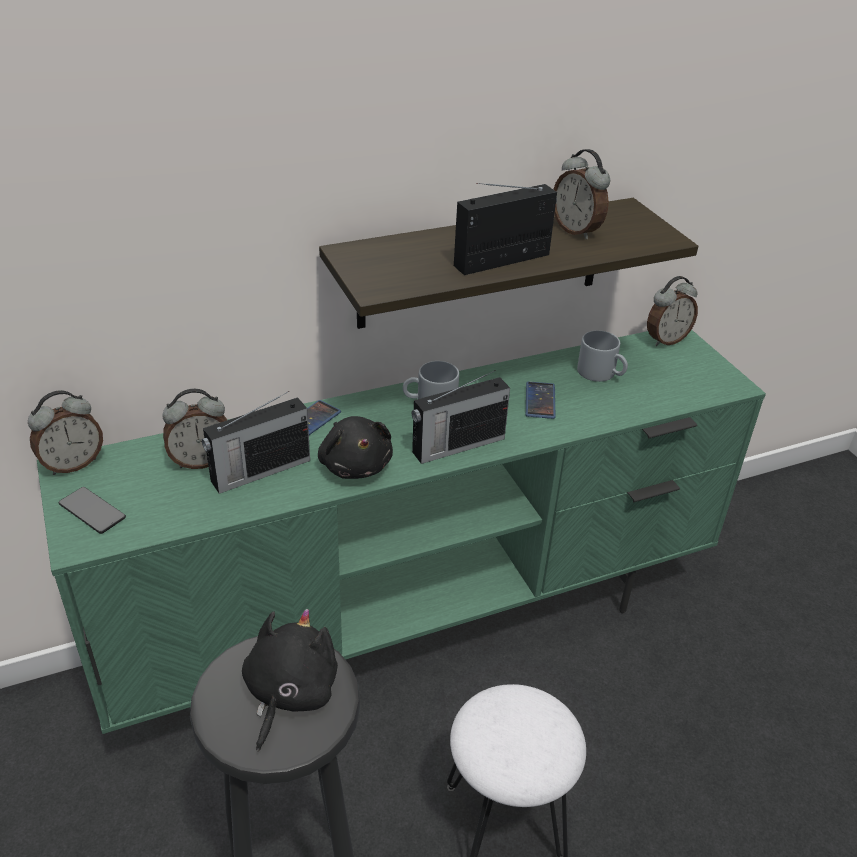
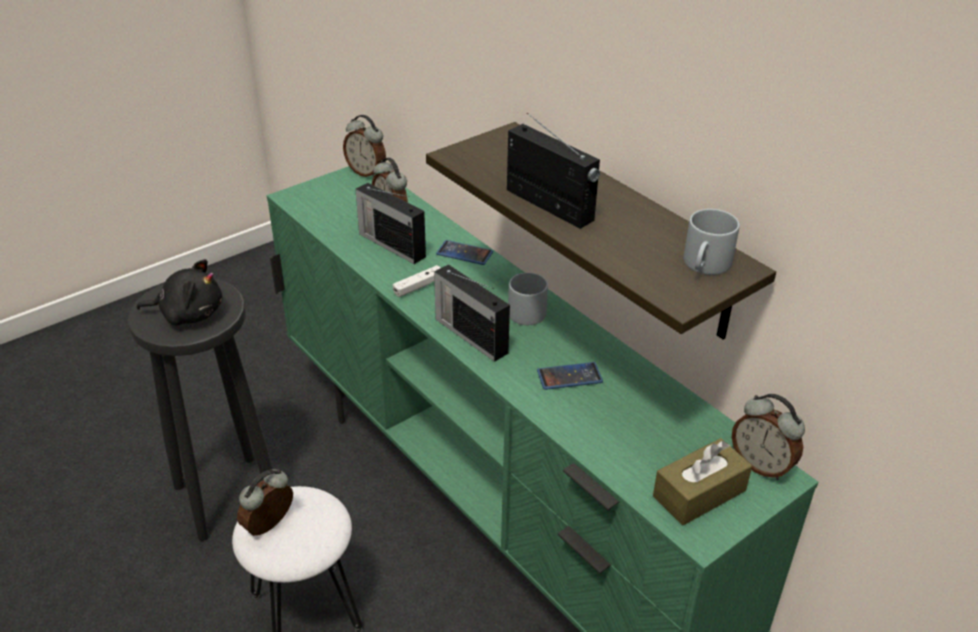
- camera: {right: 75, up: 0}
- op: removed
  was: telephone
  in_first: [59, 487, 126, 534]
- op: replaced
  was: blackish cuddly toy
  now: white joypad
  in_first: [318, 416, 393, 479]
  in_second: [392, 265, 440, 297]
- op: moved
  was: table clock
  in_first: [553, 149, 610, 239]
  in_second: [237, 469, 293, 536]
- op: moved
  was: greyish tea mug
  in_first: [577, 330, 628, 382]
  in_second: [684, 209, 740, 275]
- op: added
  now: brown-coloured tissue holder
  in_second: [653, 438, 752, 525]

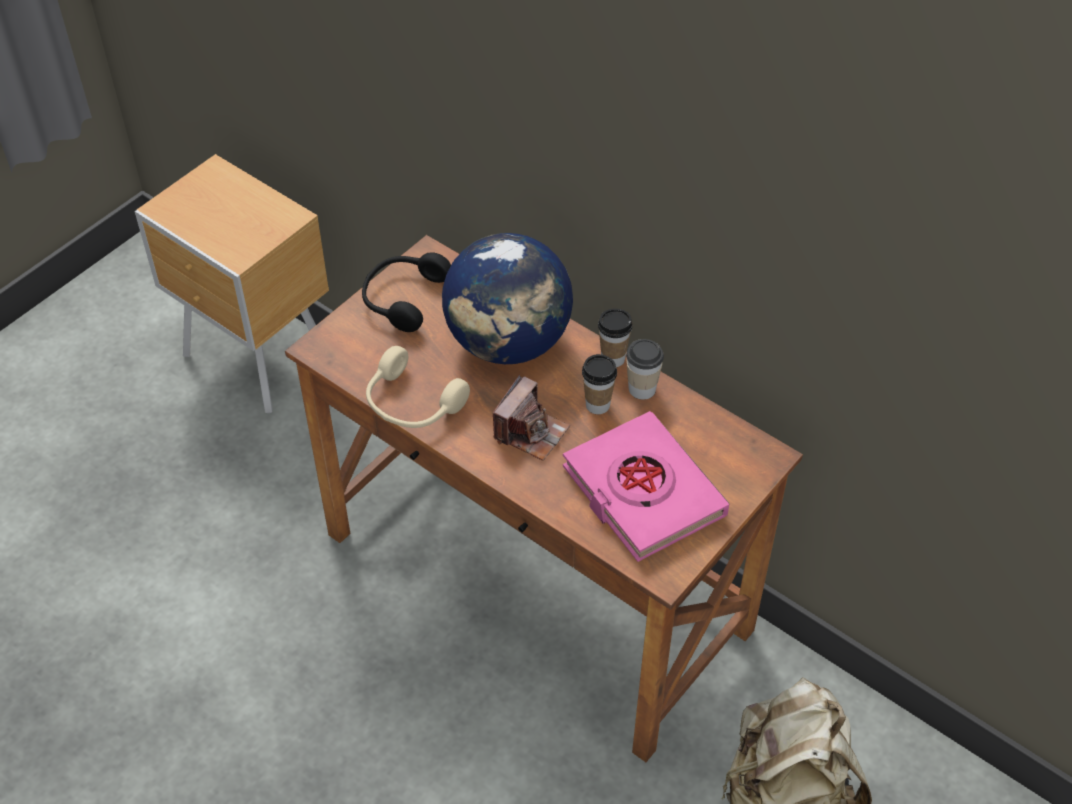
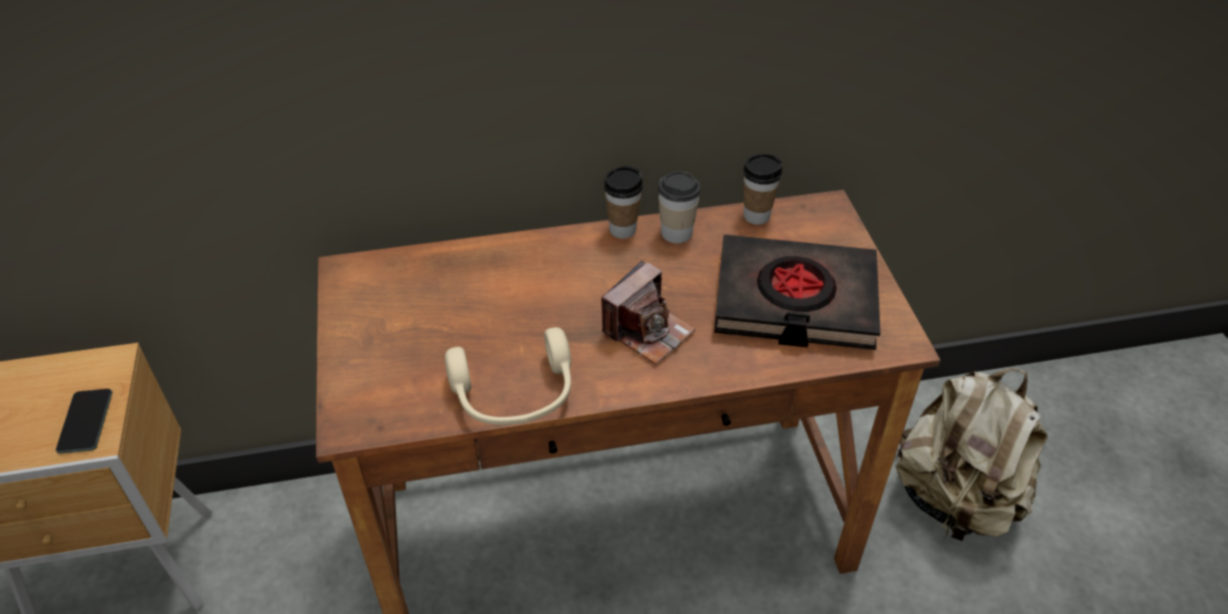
- camera: {right: -50, up: -5}
- op: removed
  was: blackish headset
  in_first: [362, 252, 451, 332]
- op: removed
  was: globe
  in_first: [442, 233, 573, 364]
- op: turned
  was: photo camera
  in_first: [493, 375, 570, 461]
  in_second: [601, 260, 696, 365]
  clockwise: 60
- op: recoloured
  was: pink book
  now: blackish book
  in_first: [563, 411, 730, 562]
  in_second: [714, 235, 881, 350]
- op: moved
  was: small cup
  in_first: [582, 354, 617, 414]
  in_second: [743, 154, 782, 225]
- op: added
  now: telephone
  in_second: [56, 389, 112, 454]

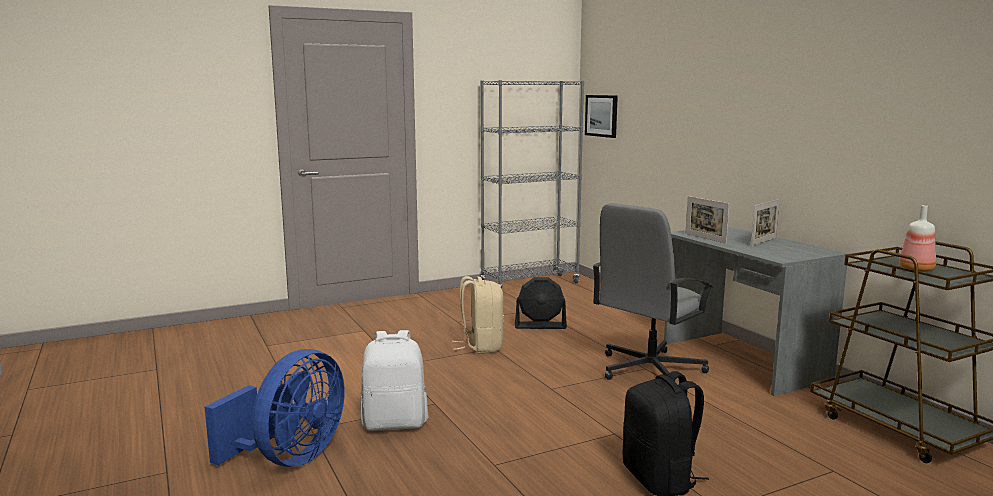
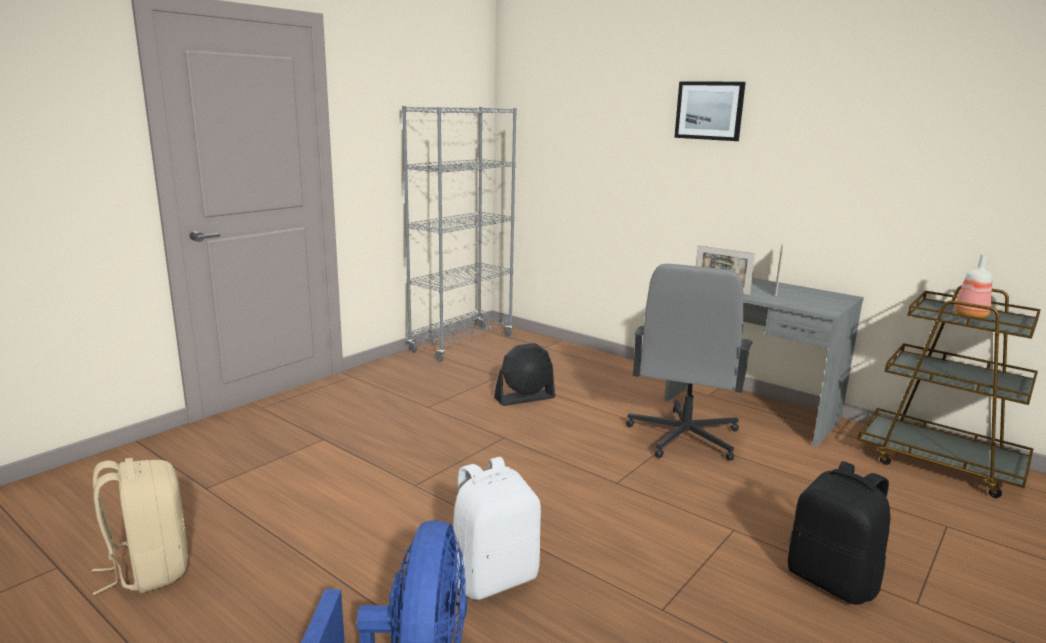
- camera: {right: -25, up: 5}
- op: moved
  was: beige backpack
  in_first: [452, 276, 504, 354]
  in_second: [92, 458, 188, 595]
- op: moved
  was: picture
  in_first: [585, 95, 618, 138]
  in_second: [674, 81, 746, 141]

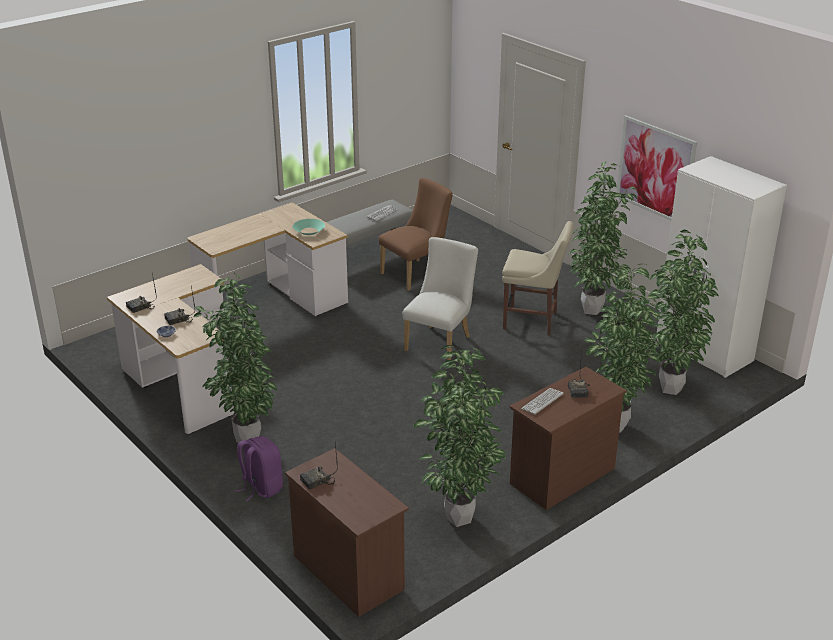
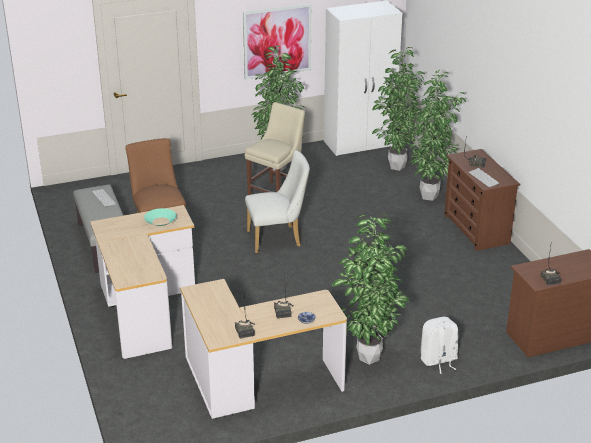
- camera: {right: -70, up: 0}
- op: recoloured
  was: purple backpack
  now: white backpack
  in_first: [236, 436, 283, 502]
  in_second: [421, 317, 458, 374]
- op: turned
  was: white plain chair
  in_first: [403, 237, 478, 360]
  in_second: [245, 150, 310, 253]
  clockwise: 120
- op: removed
  was: houseplant
  in_first: [413, 345, 506, 527]

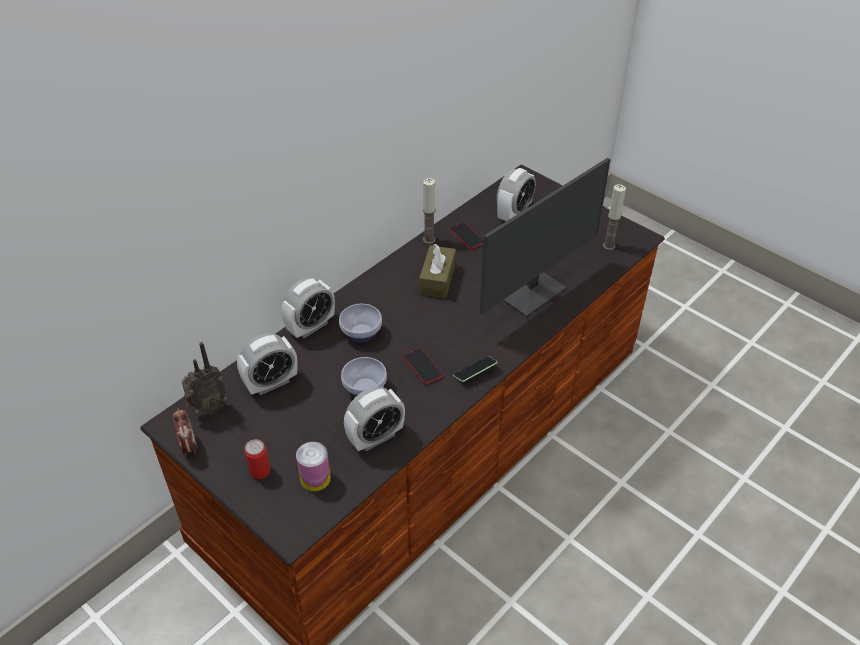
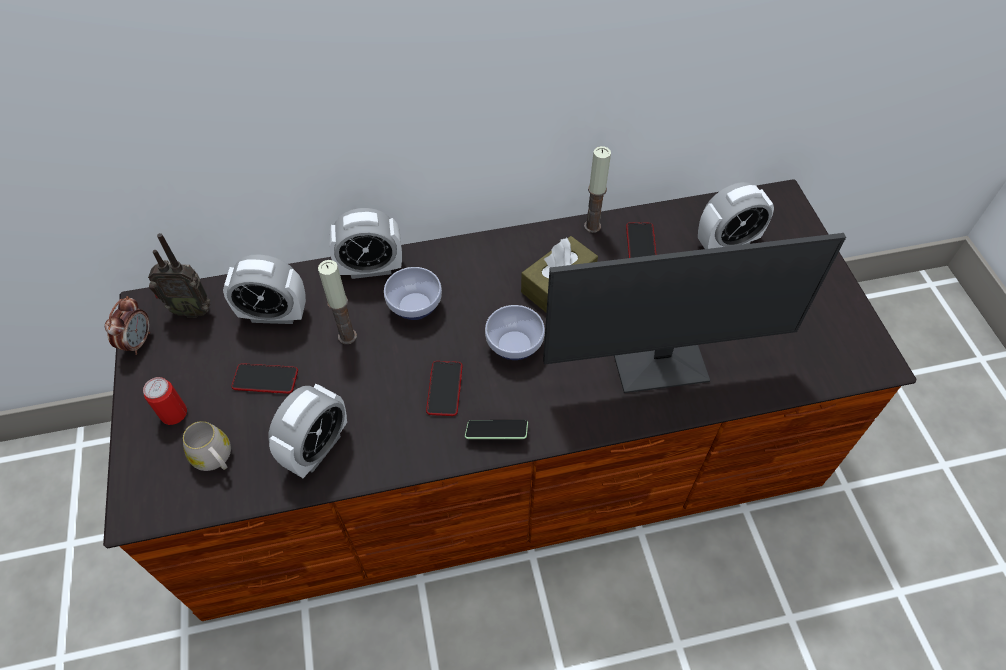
- camera: {right: 35, up: 10}
- op: replaced
  was: metal can
  now: white tea mug
  in_first: [296, 442, 331, 491]
  in_second: [183, 421, 231, 471]
- op: moved
  was: bowl
  in_first: [341, 357, 387, 396]
  in_second: [485, 305, 545, 360]
- op: turned
  was: table clock
  in_first: [344, 386, 405, 451]
  in_second: [268, 384, 347, 478]
  clockwise: -60
- op: moved
  was: wax light
  in_first: [603, 184, 626, 250]
  in_second: [318, 260, 357, 344]
- op: added
  now: telephone
  in_second: [231, 363, 298, 394]

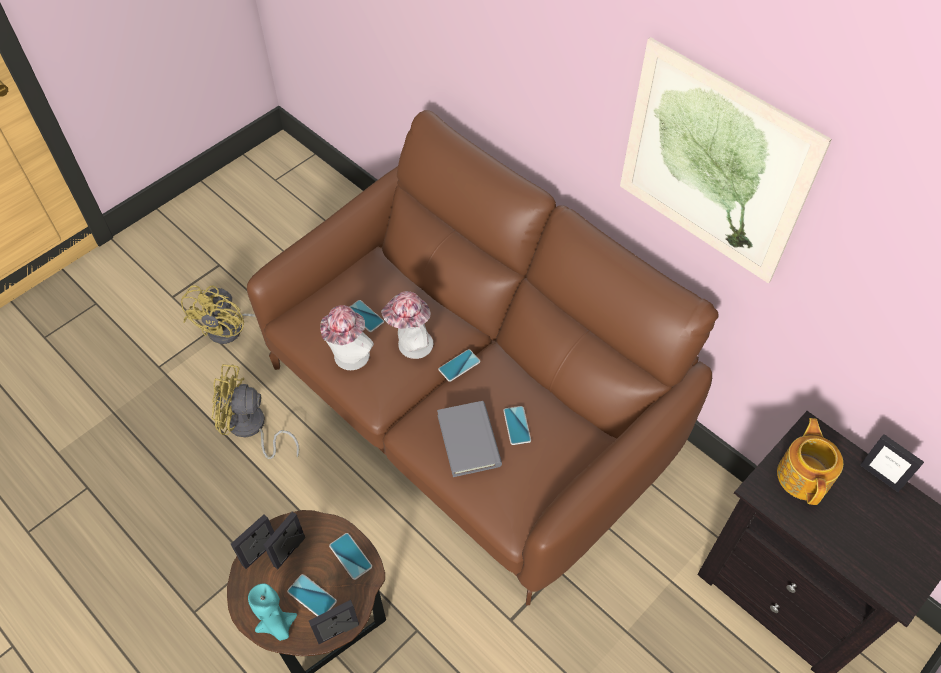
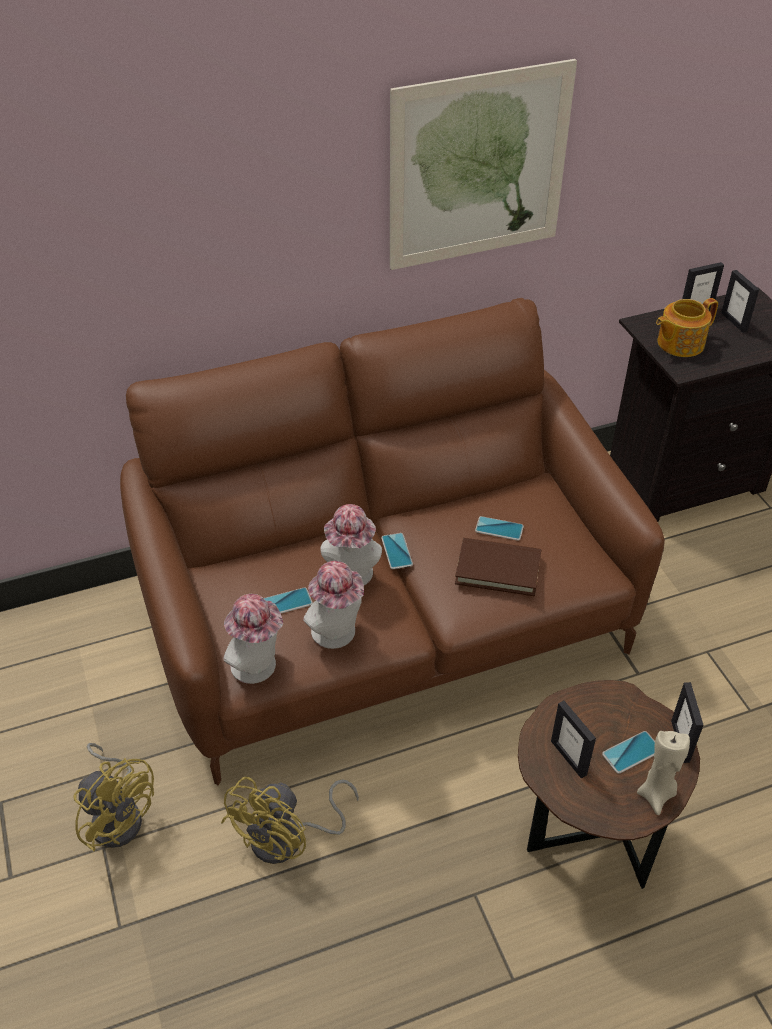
- camera: {right: -65, up: -10}
- op: moved
  was: photo frame
  in_first: [231, 514, 274, 569]
  in_second: [721, 270, 759, 333]
- op: recoloured
  was: turquoise-coloured wax light
  now: beige wax light
  in_first: [248, 583, 297, 641]
  in_second: [637, 731, 690, 815]
- op: removed
  was: telephone
  in_first: [329, 533, 372, 580]
- op: recoloured
  was: greyish book
  now: brown-coloured book
  in_first: [437, 401, 502, 477]
  in_second: [455, 538, 541, 596]
- op: turned
  was: teapot
  in_first: [777, 418, 843, 505]
  in_second: [656, 298, 718, 357]
  clockwise: -60
- op: added
  now: clothing hat
  in_second: [223, 594, 283, 684]

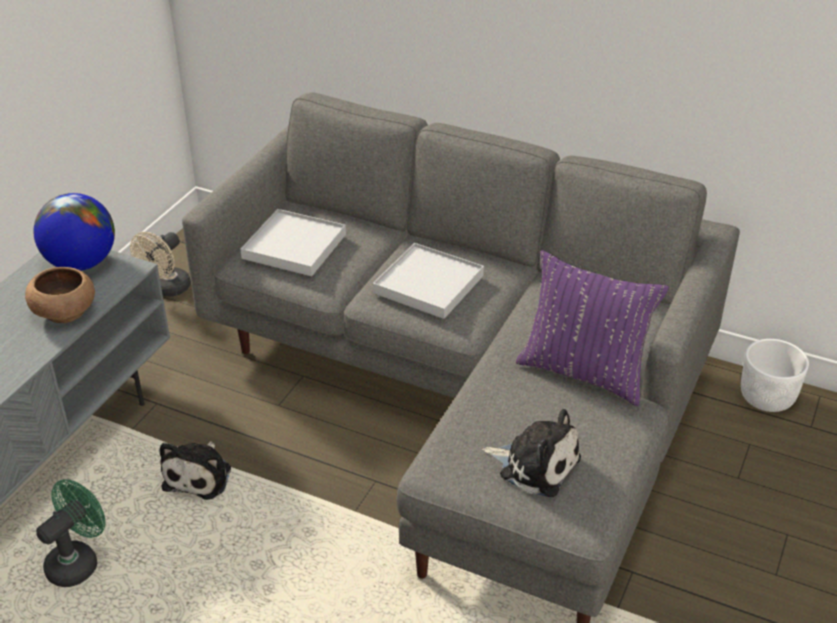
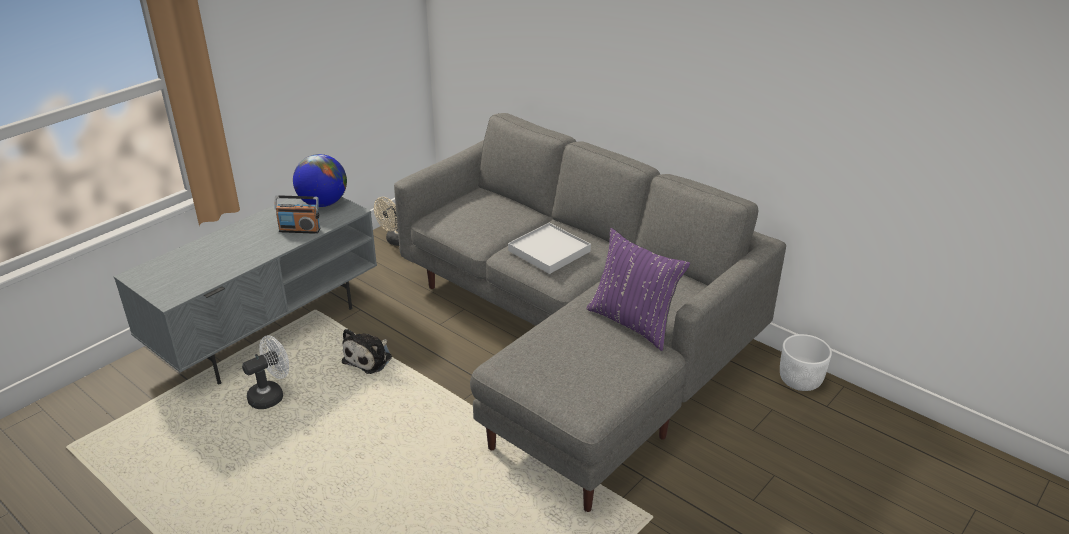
- camera: {right: 15, up: -5}
- op: replaced
  was: brown-coloured bowl
  now: radio receiver
  in_first: [25, 267, 95, 323]
  in_second: [274, 195, 321, 234]
- op: recoloured
  was: green fan
  now: white fan
  in_first: [36, 479, 106, 587]
  in_second: [242, 335, 289, 409]
- op: removed
  was: white tray
  in_first: [241, 209, 346, 276]
- op: removed
  was: cuddly toy
  in_first: [482, 409, 581, 497]

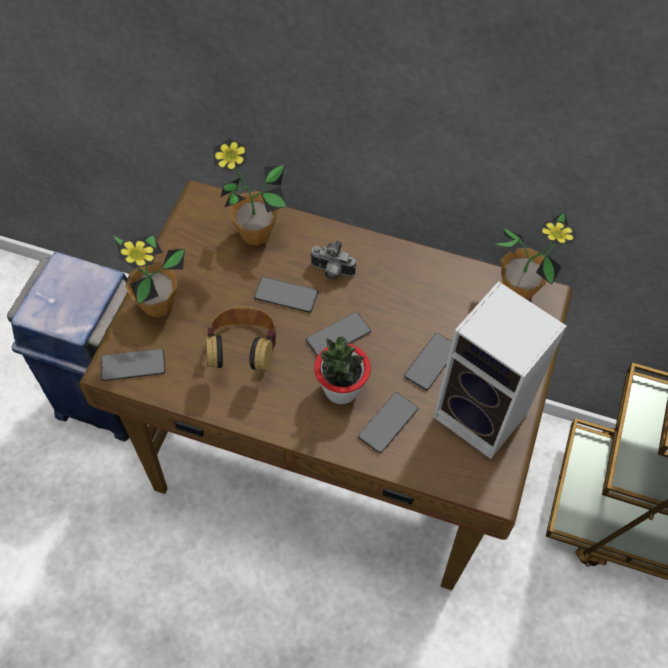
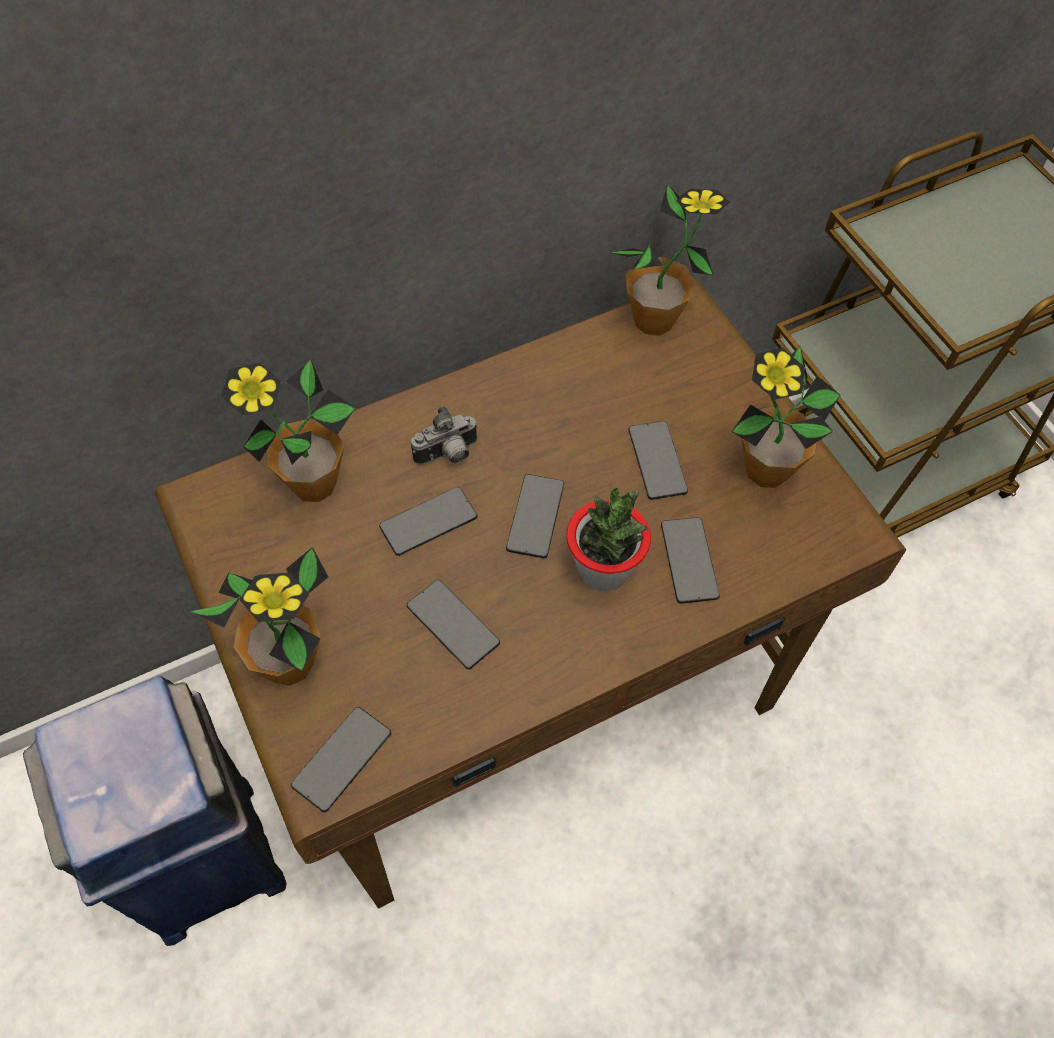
- camera: {right: -45, up: 0}
- op: replaced
  was: headset
  now: telephone
  in_first: [206, 306, 277, 370]
  in_second: [407, 580, 500, 669]
- op: replaced
  was: speaker
  now: houseplant
  in_first: [433, 281, 566, 459]
  in_second: [732, 346, 841, 488]

